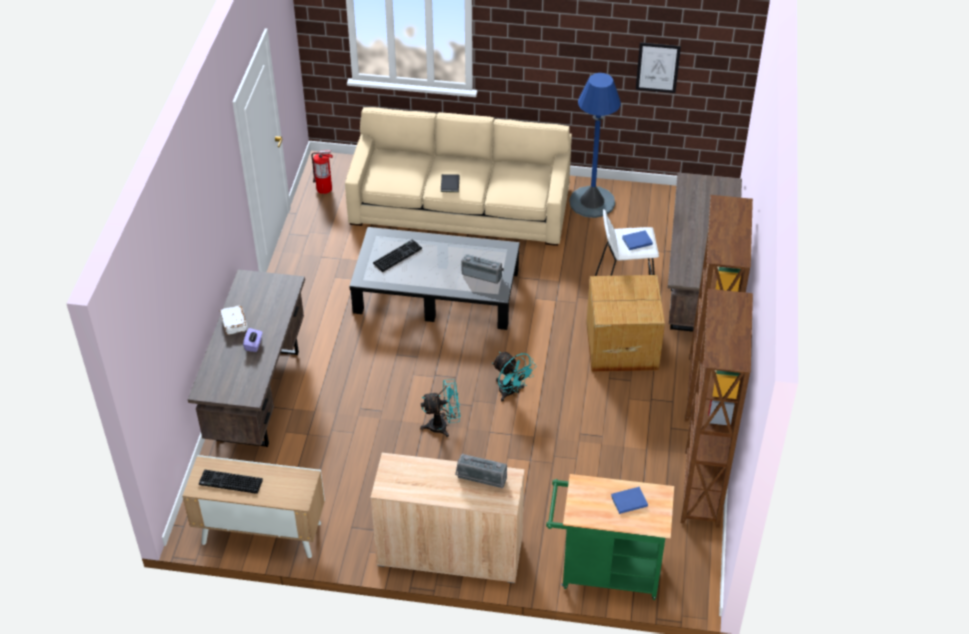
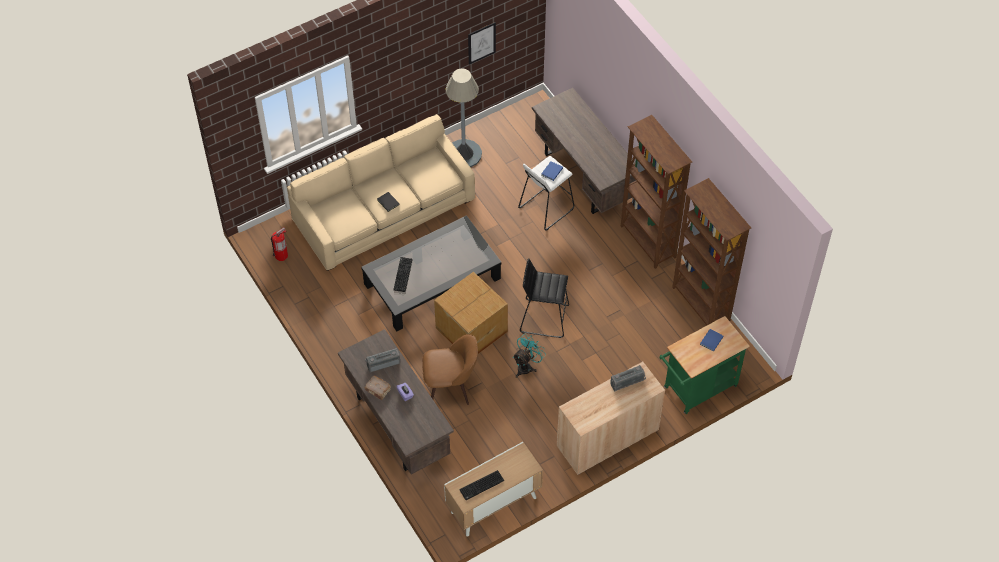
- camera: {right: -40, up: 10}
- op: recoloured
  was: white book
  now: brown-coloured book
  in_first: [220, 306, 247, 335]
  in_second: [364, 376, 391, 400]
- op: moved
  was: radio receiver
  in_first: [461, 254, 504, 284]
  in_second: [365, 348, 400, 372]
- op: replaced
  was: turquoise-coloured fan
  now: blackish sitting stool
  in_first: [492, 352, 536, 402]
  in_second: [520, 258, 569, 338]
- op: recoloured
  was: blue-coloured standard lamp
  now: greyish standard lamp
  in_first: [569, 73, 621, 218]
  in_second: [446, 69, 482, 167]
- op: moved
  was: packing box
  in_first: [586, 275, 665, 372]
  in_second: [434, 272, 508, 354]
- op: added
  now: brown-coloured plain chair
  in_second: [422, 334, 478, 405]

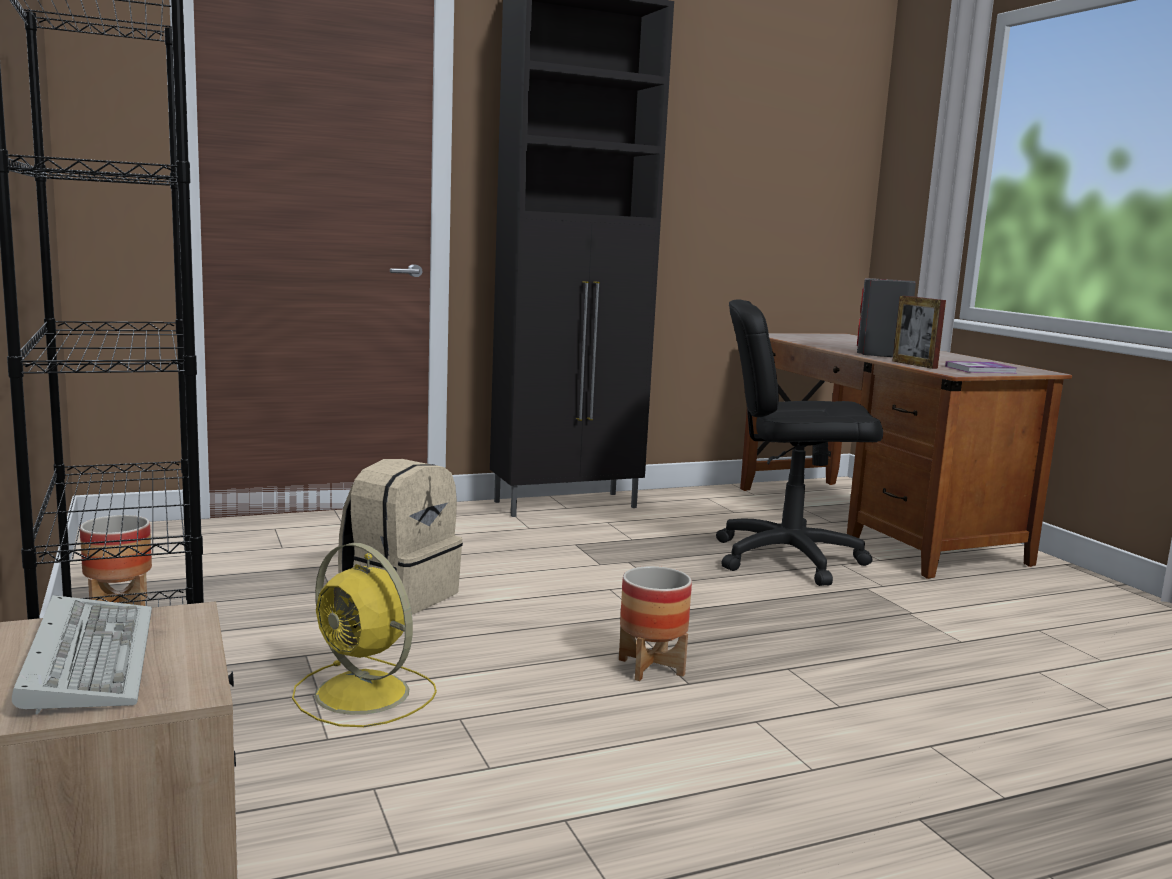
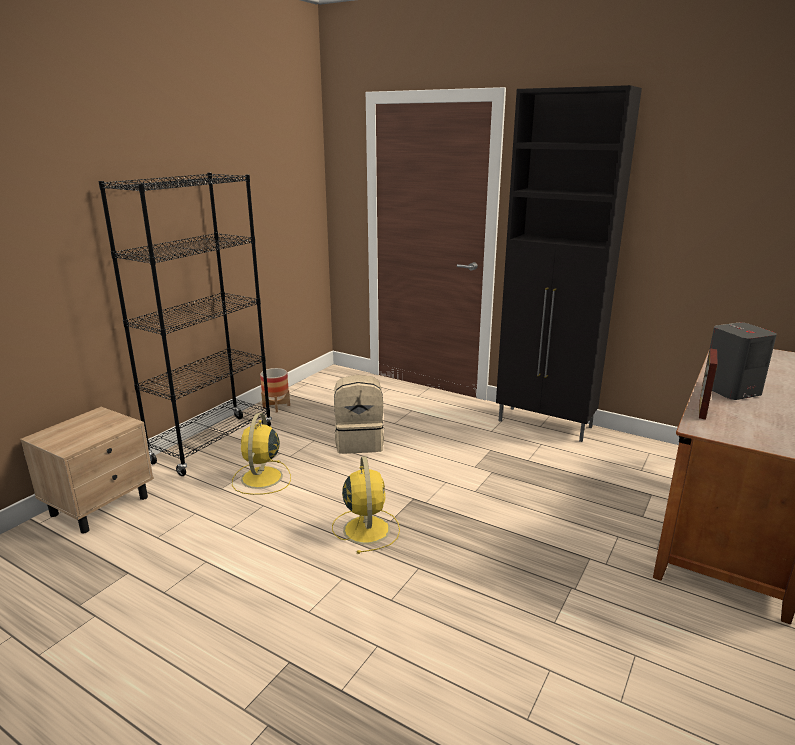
- camera: {right: 55, up: 10}
- op: removed
  was: keyboard
  in_first: [12, 595, 152, 715]
- op: replaced
  was: flower pot
  now: yellow fan
  in_first: [619, 566, 692, 681]
  in_second: [332, 456, 400, 554]
- op: removed
  was: blackish computer chair
  in_first: [716, 299, 883, 586]
- op: removed
  was: book
  in_first: [945, 361, 1017, 373]

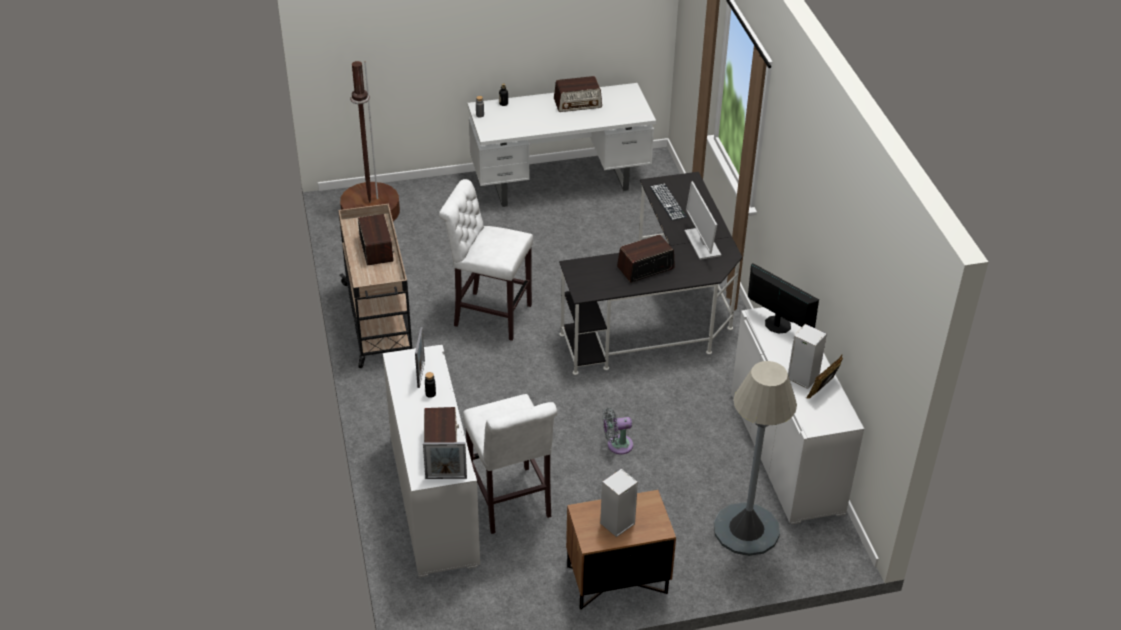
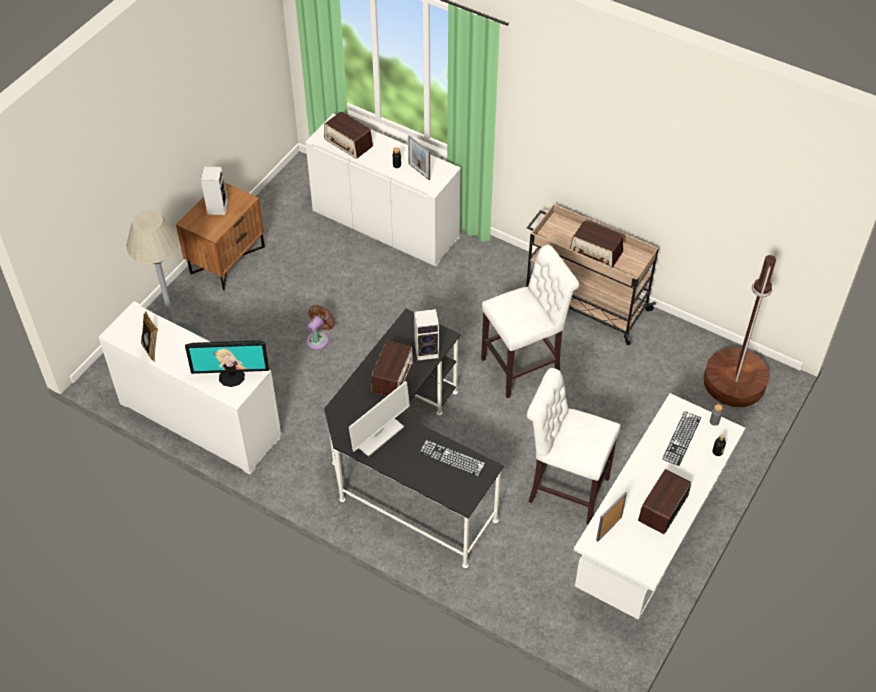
- camera: {right: 135, up: 10}
- op: moved
  was: photo frame
  in_first: [423, 442, 467, 479]
  in_second: [596, 492, 627, 542]
- op: moved
  was: white sitting stool
  in_first: [463, 394, 557, 534]
  in_second: [527, 368, 621, 524]
- op: recoloured
  was: greyish fan
  now: brown-coloured fan
  in_first: [603, 408, 633, 454]
  in_second: [306, 305, 335, 350]
- op: turned
  was: monitor
  in_first: [685, 181, 721, 260]
  in_second: [349, 381, 410, 457]
  clockwise: 105
- op: moved
  was: speaker
  in_first: [788, 324, 827, 389]
  in_second: [414, 309, 439, 360]
- op: added
  now: keyboard
  in_second: [662, 411, 701, 466]

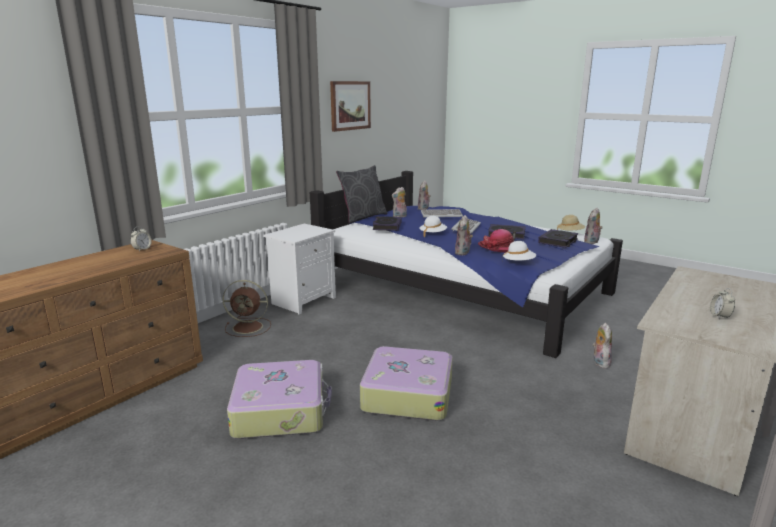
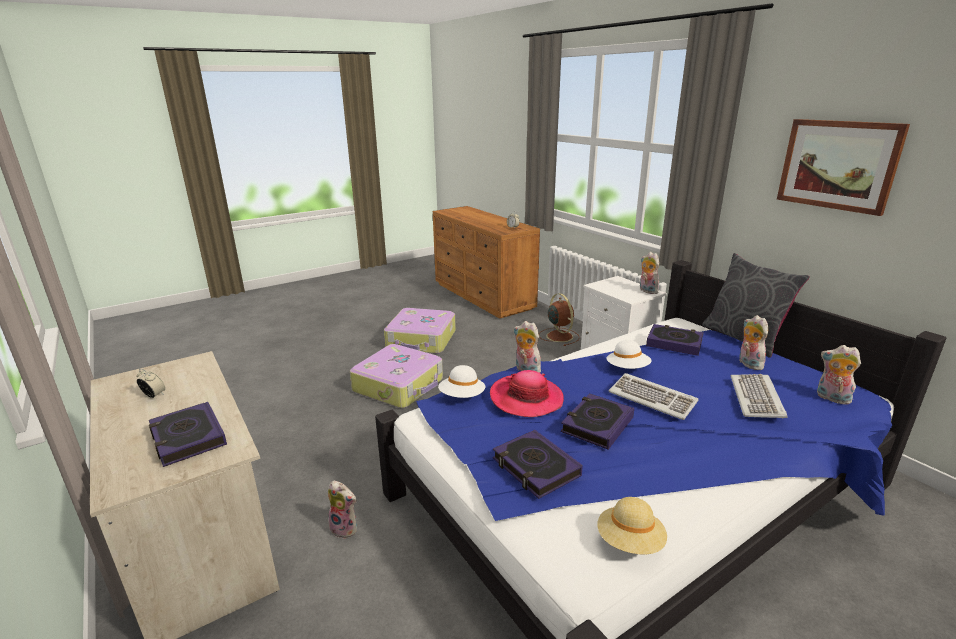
- camera: {right: 110, up: 5}
- op: turned
  was: brown-coloured fan
  in_first: [223, 280, 271, 337]
  in_second: [539, 293, 580, 346]
  clockwise: 135
- op: moved
  was: cuddly toy
  in_first: [584, 208, 602, 244]
  in_second: [640, 252, 659, 294]
- op: added
  now: book
  in_second: [149, 402, 227, 467]

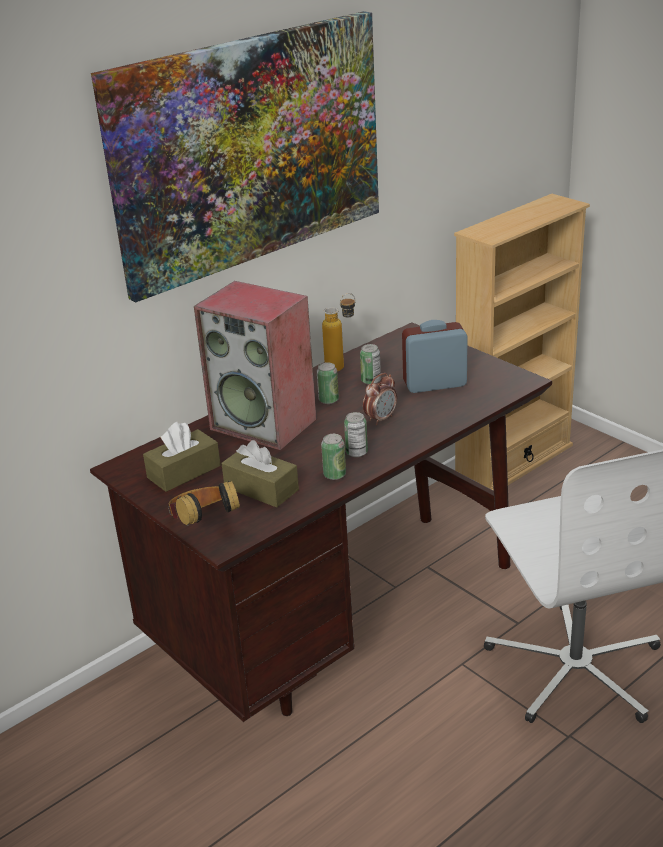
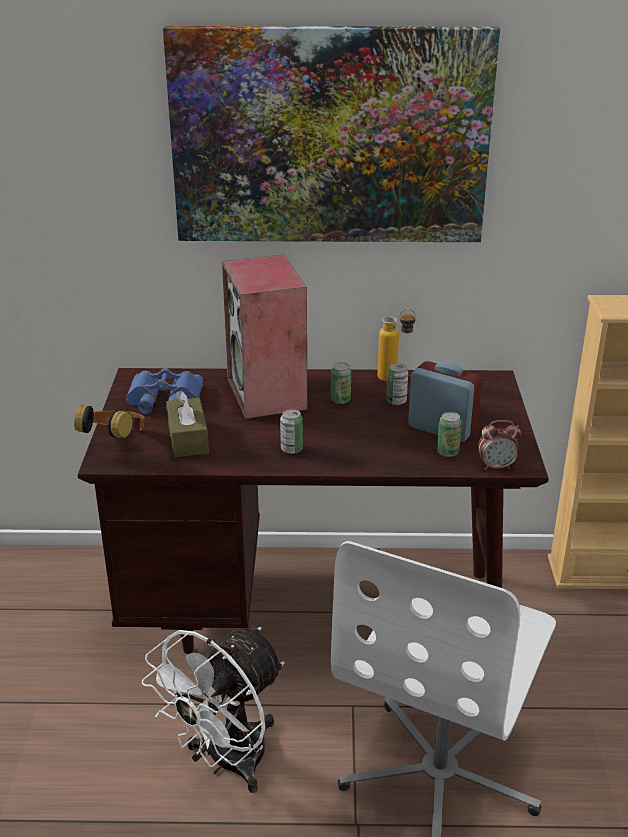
- camera: {right: 40, up: 0}
- op: replaced
  was: brown-coloured tissue holder
  now: blue-coloured binoculars
  in_first: [143, 422, 221, 492]
  in_second: [126, 368, 203, 414]
- op: moved
  was: metal can
  in_first: [321, 434, 346, 480]
  in_second: [437, 412, 462, 457]
- op: moved
  was: table clock
  in_first: [363, 373, 397, 425]
  in_second: [478, 420, 521, 470]
- op: added
  now: white fan
  in_second: [142, 627, 284, 793]

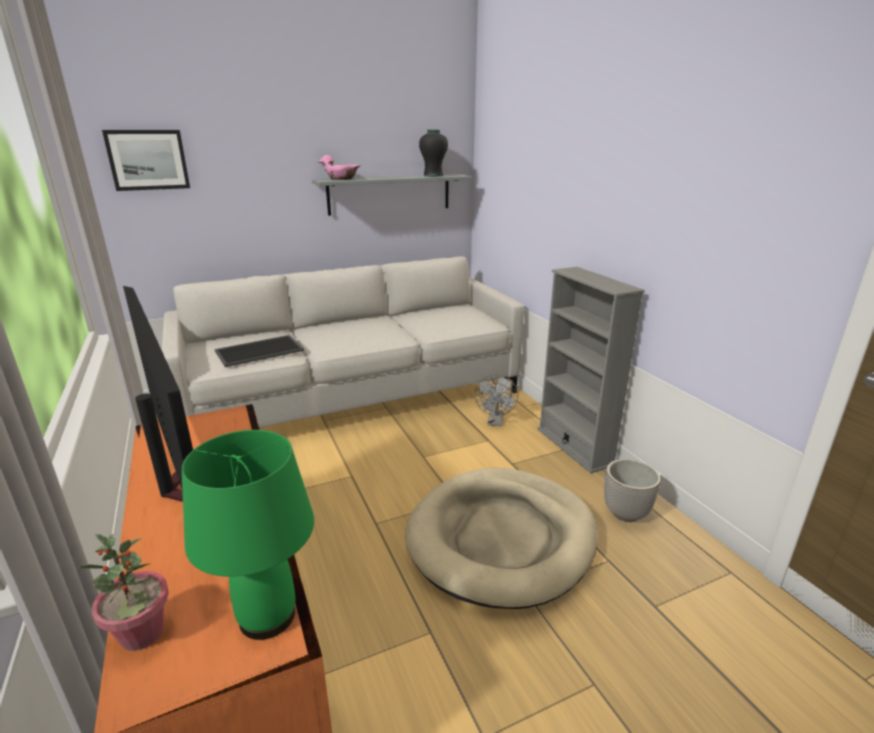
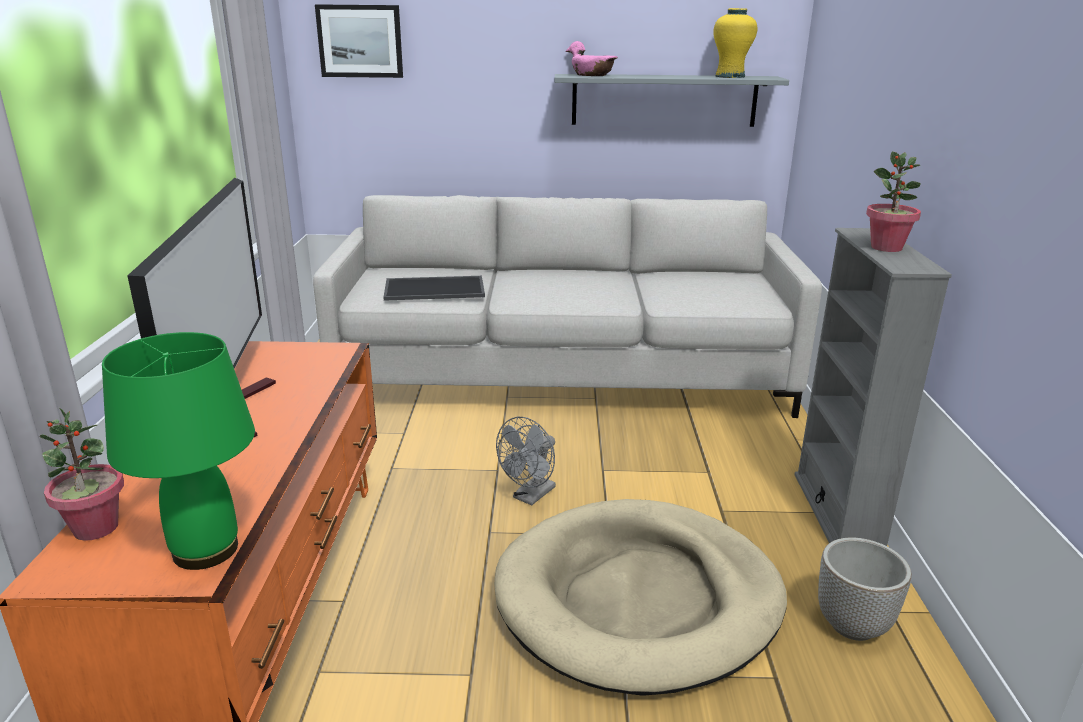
- camera: {right: 25, up: 0}
- op: recoloured
  was: blackish decorative vase
  now: yellow decorative vase
  in_first: [419, 130, 448, 177]
  in_second: [713, 8, 758, 78]
- op: moved
  was: greyish fan
  in_first: [475, 374, 518, 426]
  in_second: [496, 417, 556, 505]
- op: added
  now: houseplant
  in_second: [866, 152, 921, 252]

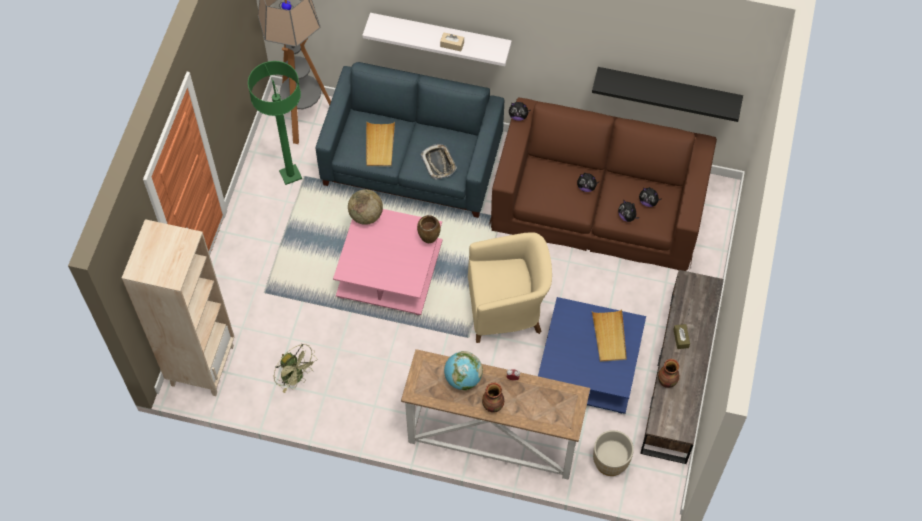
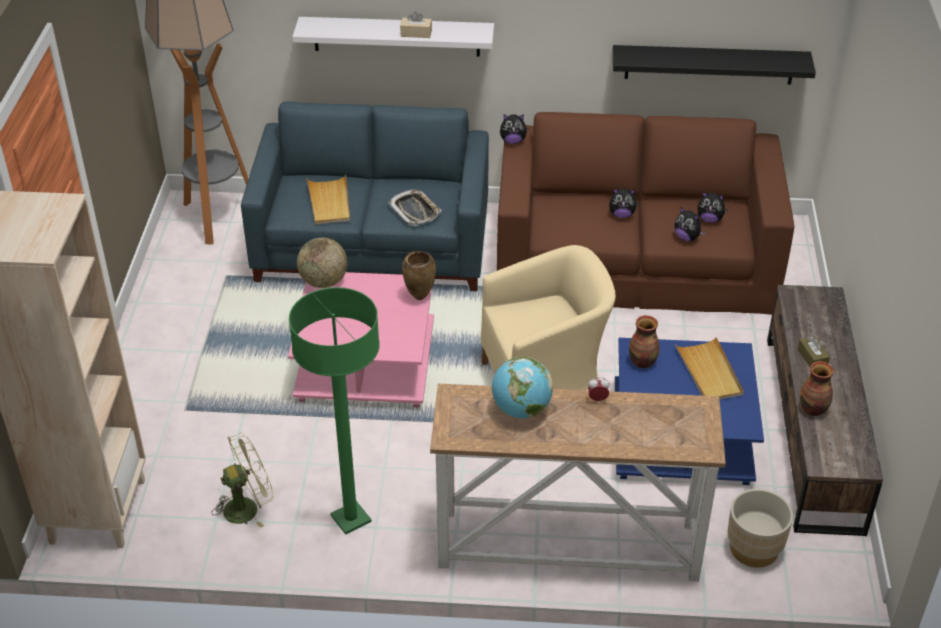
- camera: {right: -10, up: -20}
- op: moved
  was: green standard lamp
  in_first: [248, 61, 302, 185]
  in_second: [289, 287, 380, 534]
- op: turned
  was: green fan
  in_first: [273, 344, 318, 393]
  in_second: [211, 432, 274, 528]
  clockwise: -60
- op: moved
  was: decorative vase
  in_first: [482, 382, 504, 413]
  in_second: [629, 315, 660, 368]

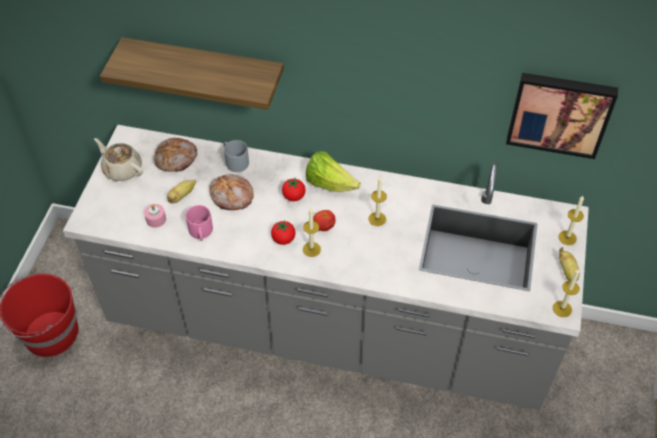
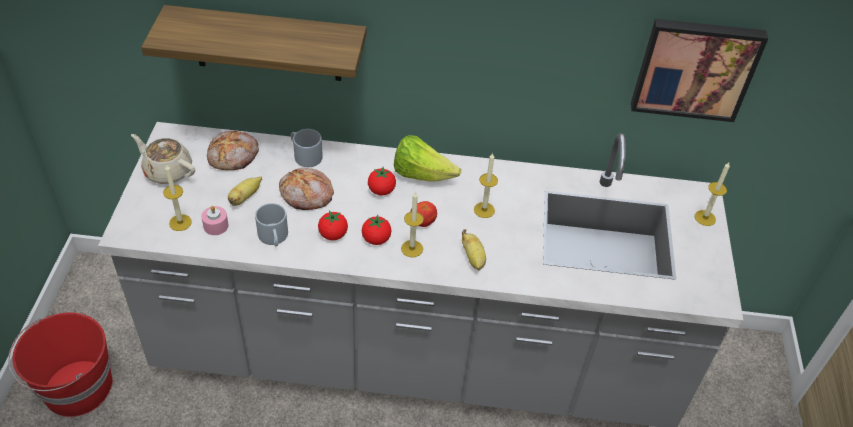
- camera: {right: -10, up: -5}
- op: recoloured
  was: pink tea mug
  now: greyish tea mug
  in_first: [186, 205, 213, 241]
  in_second: [255, 203, 288, 246]
- op: moved
  was: wax light
  in_first: [553, 269, 580, 317]
  in_second: [163, 164, 192, 231]
- op: moved
  was: banana fruit
  in_first: [559, 247, 580, 281]
  in_second: [462, 229, 486, 270]
- op: added
  now: fresh tomato
  in_second: [318, 210, 348, 240]

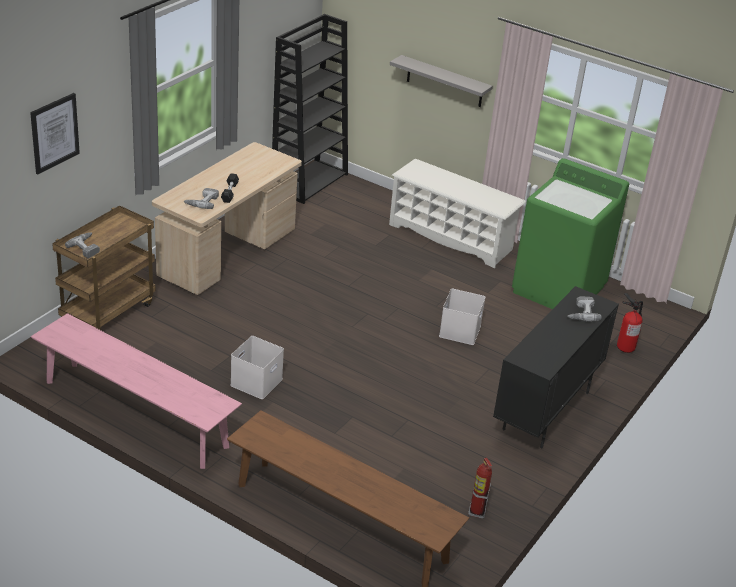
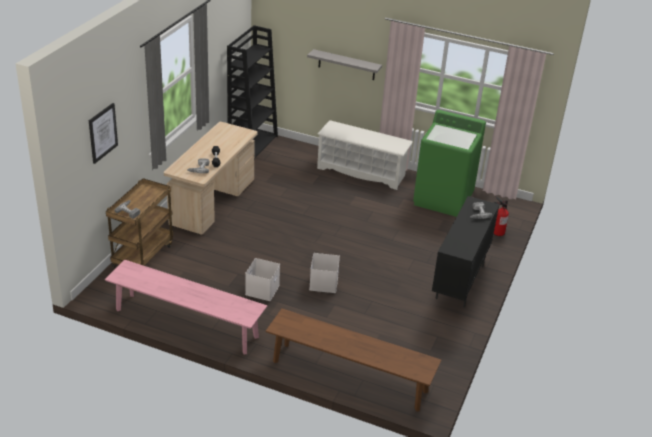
- camera: {right: -10, up: 0}
- op: moved
  was: white storage box
  in_first: [439, 289, 486, 345]
  in_second: [309, 253, 340, 293]
- op: removed
  was: fire extinguisher
  in_first: [468, 458, 492, 519]

